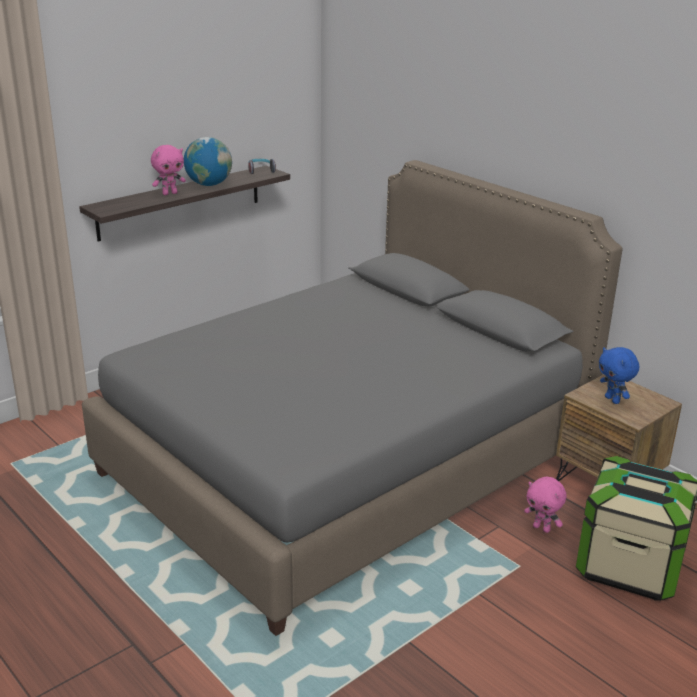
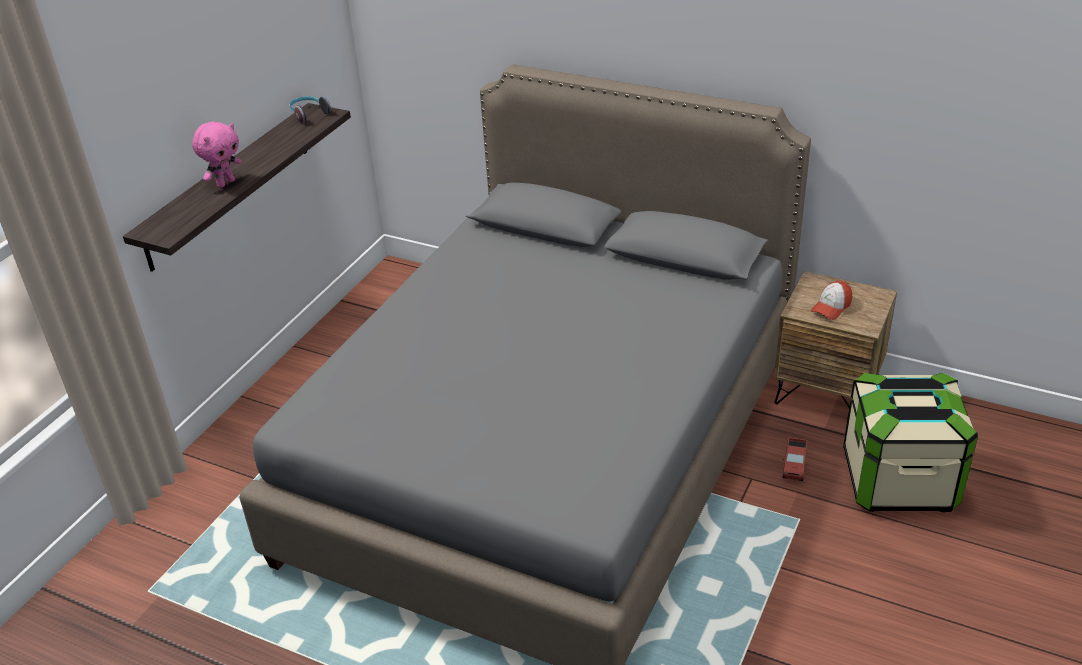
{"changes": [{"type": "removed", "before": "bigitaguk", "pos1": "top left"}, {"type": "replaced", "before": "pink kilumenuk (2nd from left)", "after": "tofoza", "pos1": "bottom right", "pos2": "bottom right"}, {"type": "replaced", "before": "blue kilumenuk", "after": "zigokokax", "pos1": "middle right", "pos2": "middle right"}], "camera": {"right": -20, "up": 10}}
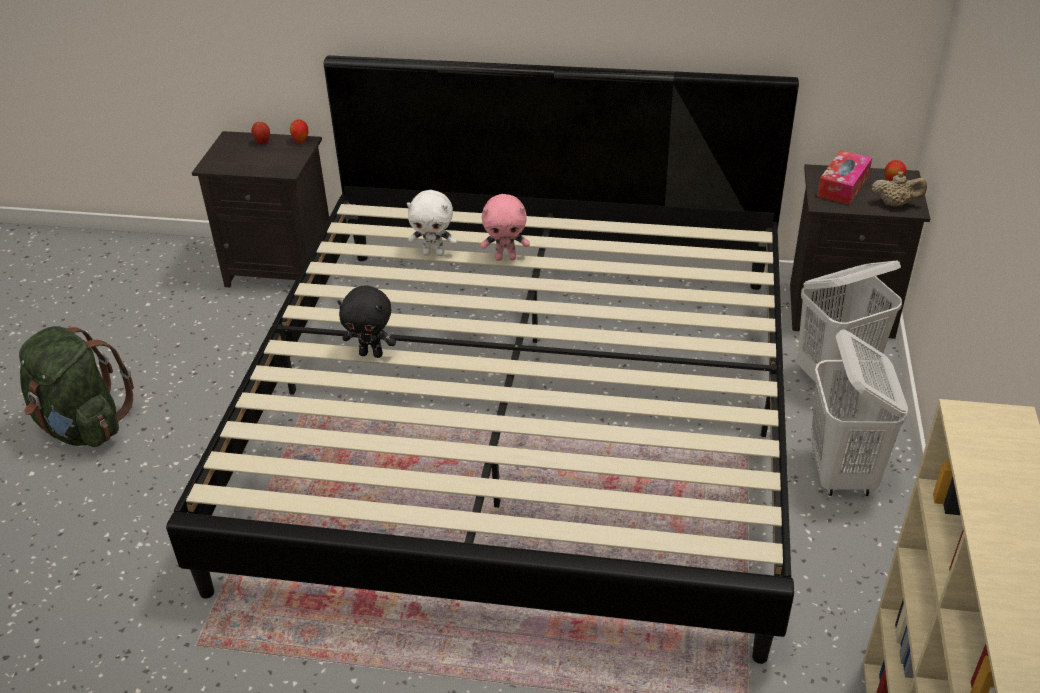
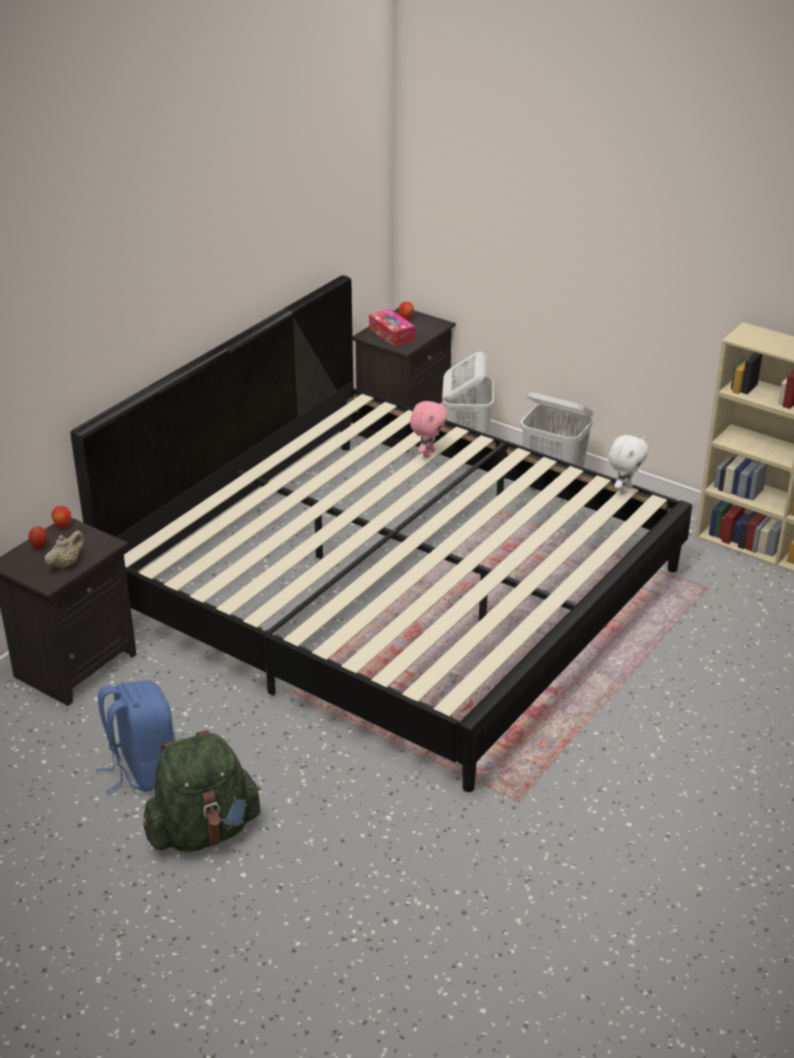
{"changes": [{"type": "removed", "before": "black kilumenuk", "pos1": "centre"}, {"type": "moved", "before": "white kilumenuk", "pos1": "top centre", "pos2": "middle right"}, {"type": "moved", "before": "pink kilumenuk", "pos1": "top centre", "pos2": "centre"}, {"type": "moved", "before": "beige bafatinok", "pos1": "top right", "pos2": "middle left"}, {"type": "added", "after": "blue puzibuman", "pos2": "bottom left"}], "camera": {"right": -65, "up": -5}}
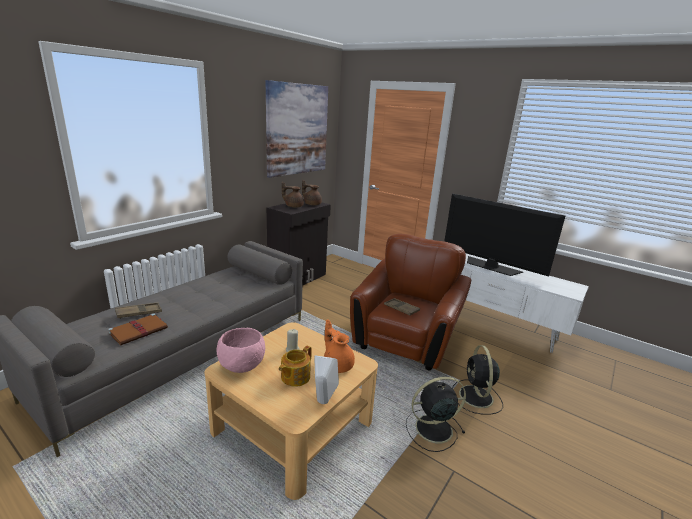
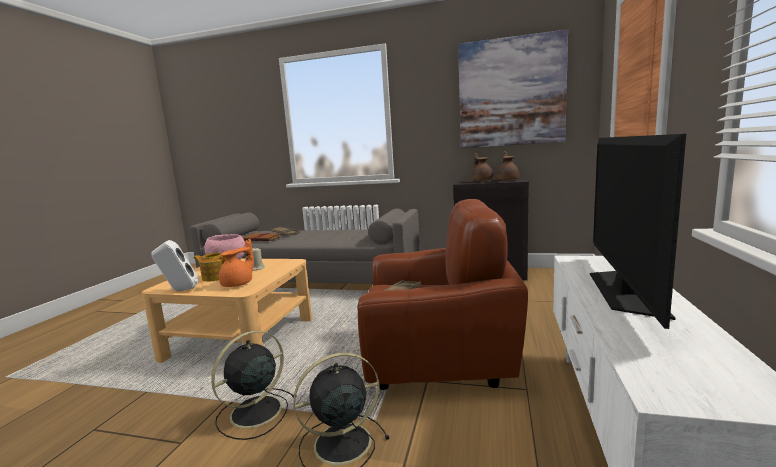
{"changes": [{"type": "turned", "before": "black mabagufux (1st from left)", "pos1": "bottom centre", "pos2": "bottom left", "turn": -105}], "camera": {"right": 70, "up": -10}}
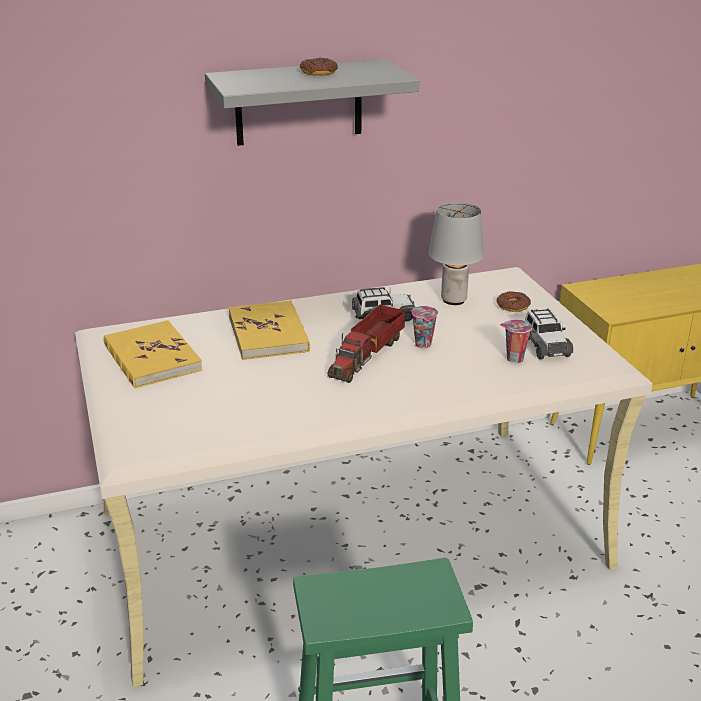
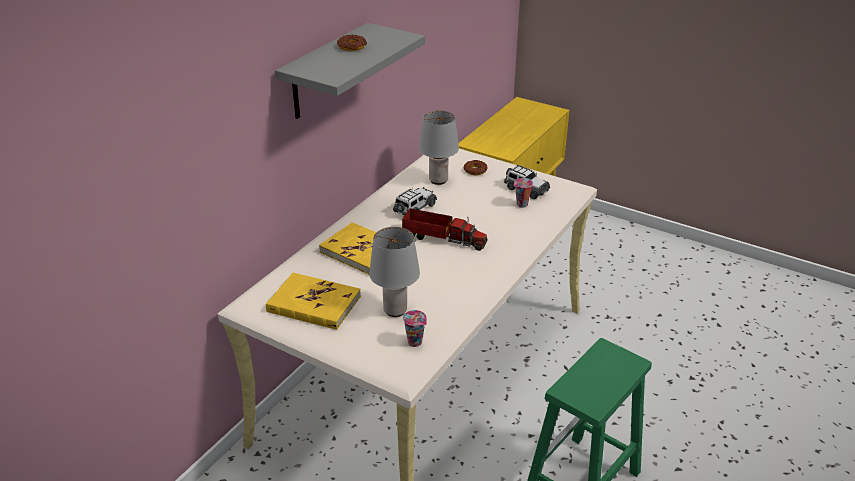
{"changes": [{"type": "turned", "before": "tofoza", "pos1": "centre", "pos2": "centre", "turn": -60}, {"type": "moved", "before": "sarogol (1st from left)", "pos1": "centre", "pos2": "bottom centre"}, {"type": "added", "after": "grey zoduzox (1st from left)", "pos2": "centre"}], "camera": {"right": -40, "up": 5}}
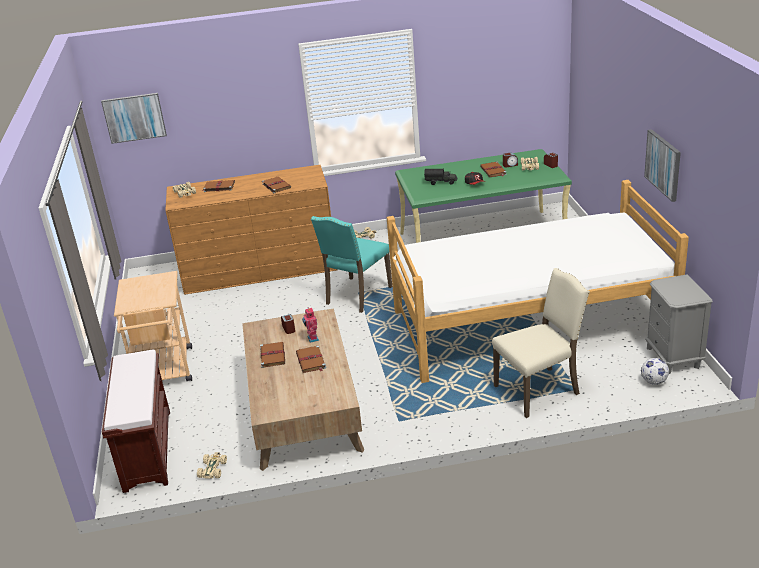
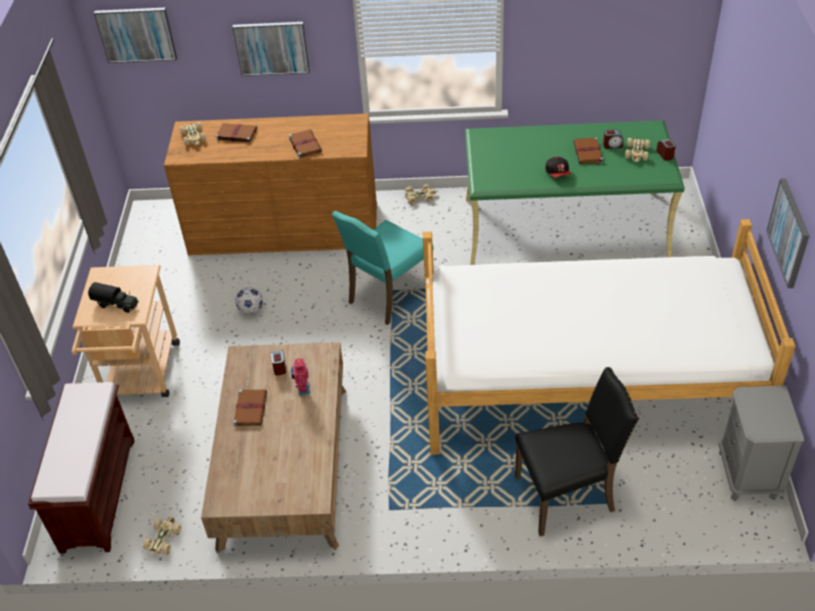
{"changes": [{"type": "removed", "before": "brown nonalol (4th from left)", "pos1": "centre"}, {"type": "moved", "before": "tofoza", "pos1": "top centre", "pos2": "middle left"}, {"type": "recoloured", "before": "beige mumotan", "after": "black mumotan", "pos1": "middle right", "pos2": "bottom right"}, {"type": "moved", "before": "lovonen", "pos1": "middle right", "pos2": "middle left"}, {"type": "added", "after": "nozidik (2nd from left)", "pos2": "top left"}], "camera": {"right": 10, "up": 15}}
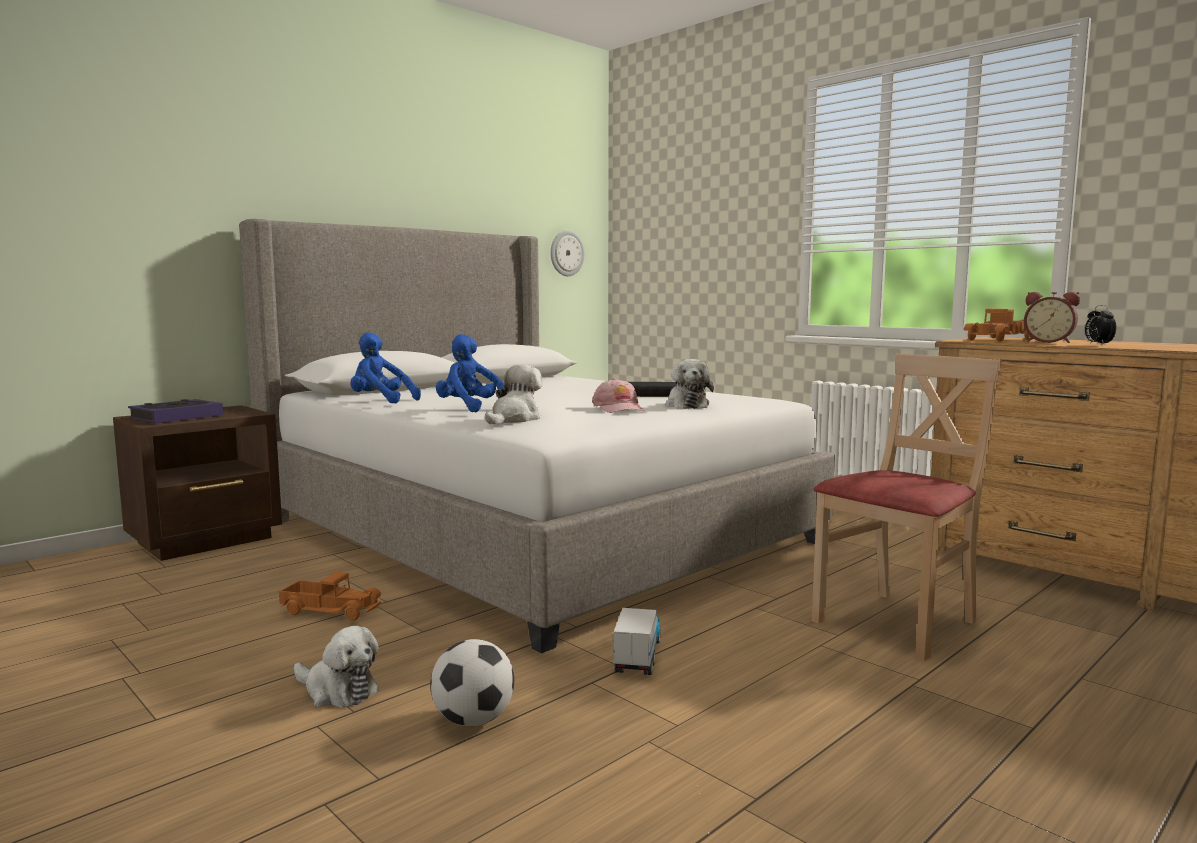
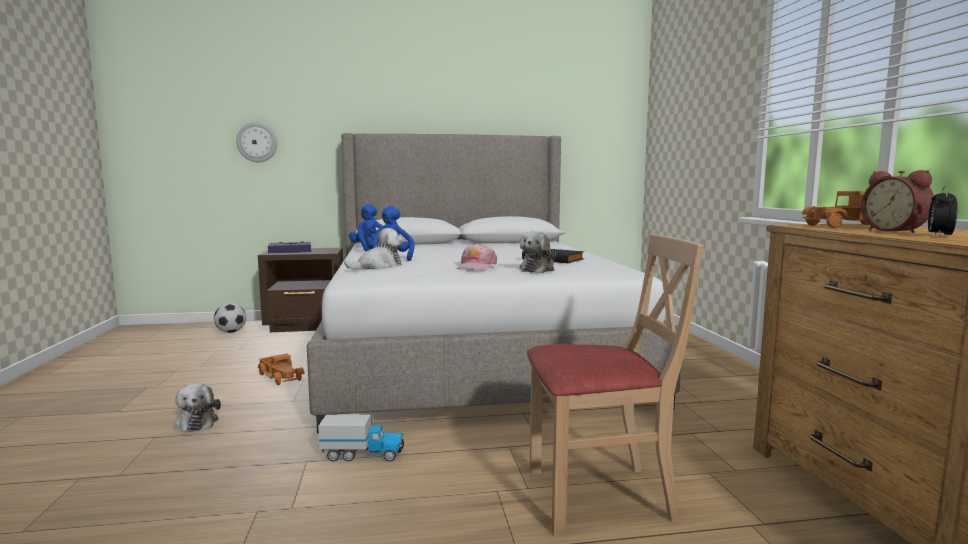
{"changes": [{"type": "moved", "before": "lovonen", "pos1": "bottom centre", "pos2": "middle left"}, {"type": "moved", "before": "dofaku", "pos1": "top centre", "pos2": "top left"}, {"type": "turned", "before": "tofoza (2nd from left)", "pos1": "bottom centre", "pos2": "bottom centre", "turn": 45}], "camera": {"right": 35, "up": 0}}
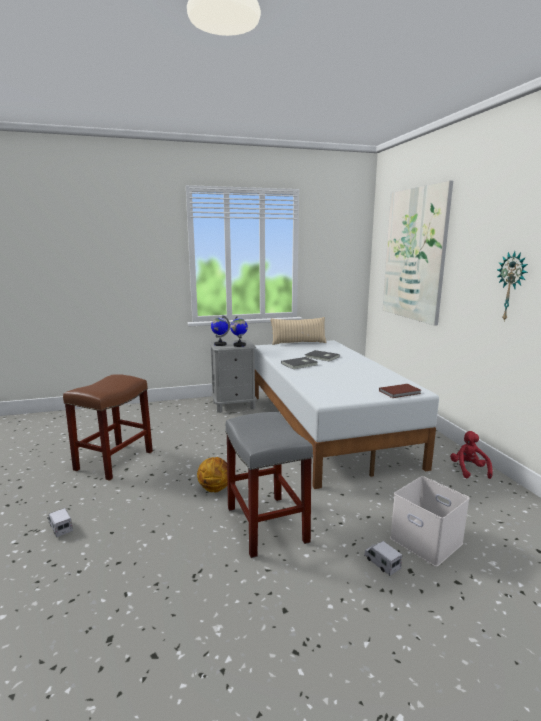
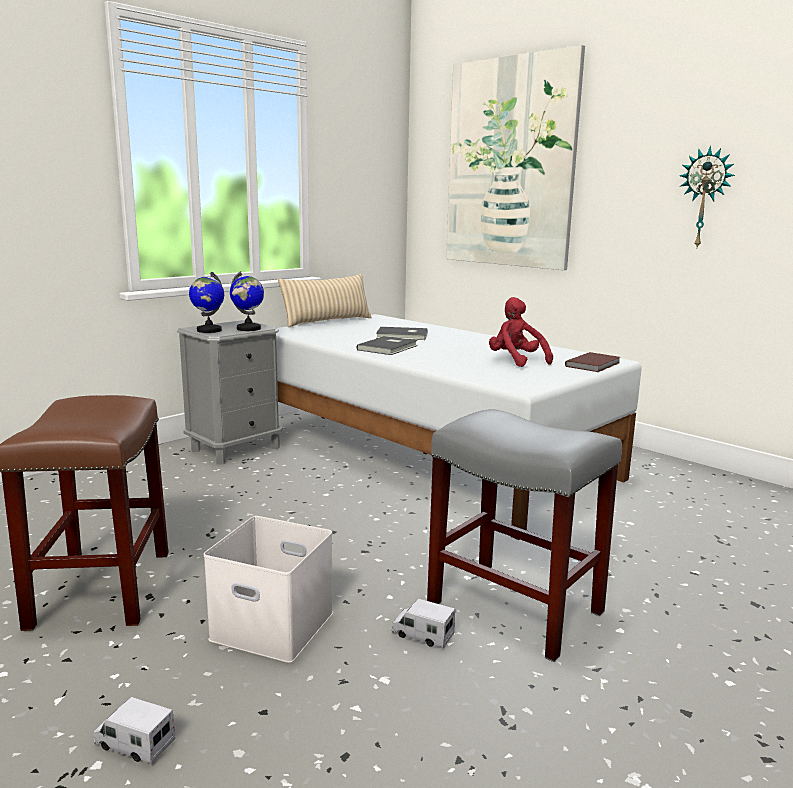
{"changes": [{"type": "removed", "before": "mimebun", "pos1": "centre"}, {"type": "moved", "before": "tofoza (2nd from left)", "pos1": "bottom right", "pos2": "bottom centre"}, {"type": "moved", "before": "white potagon", "pos1": "bottom right", "pos2": "bottom centre"}, {"type": "moved", "before": "red kilumenuk", "pos1": "middle right", "pos2": "centre"}], "camera": {"right": -30, "up": 0}}
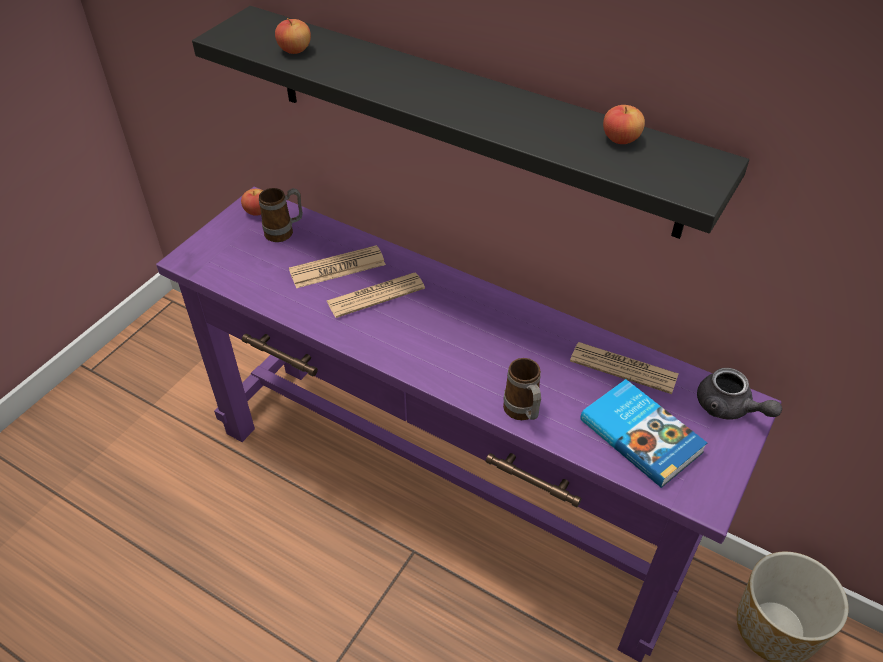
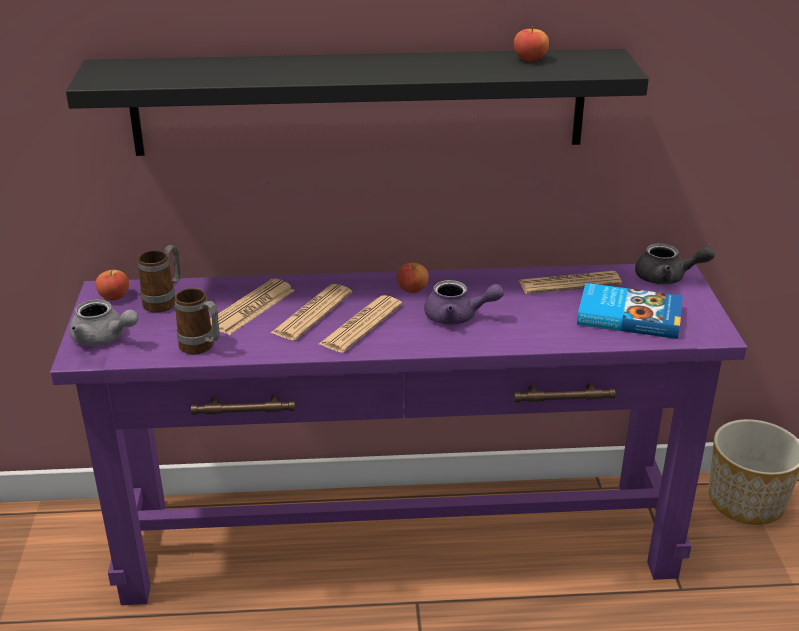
{"changes": [{"type": "moved", "before": "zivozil (2nd from left)", "pos1": "top left", "pos2": "centre"}, {"type": "moved", "before": "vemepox (2nd from left)", "pos1": "centre", "pos2": "middle left"}, {"type": "added", "after": "grey bafatinok (1st from left)", "pos2": "middle left"}, {"type": "added", "after": "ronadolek (3rd from left)", "pos2": "centre"}, {"type": "added", "after": "purple bafatinok", "pos2": "centre"}], "camera": {"right": -35, "up": -15}}
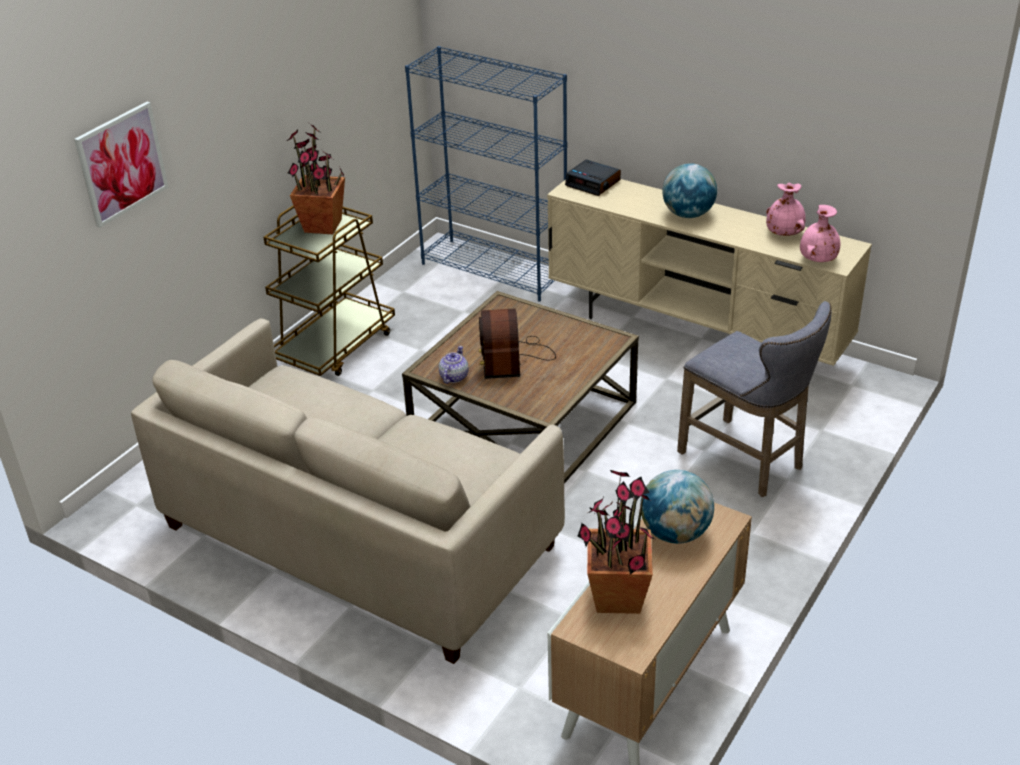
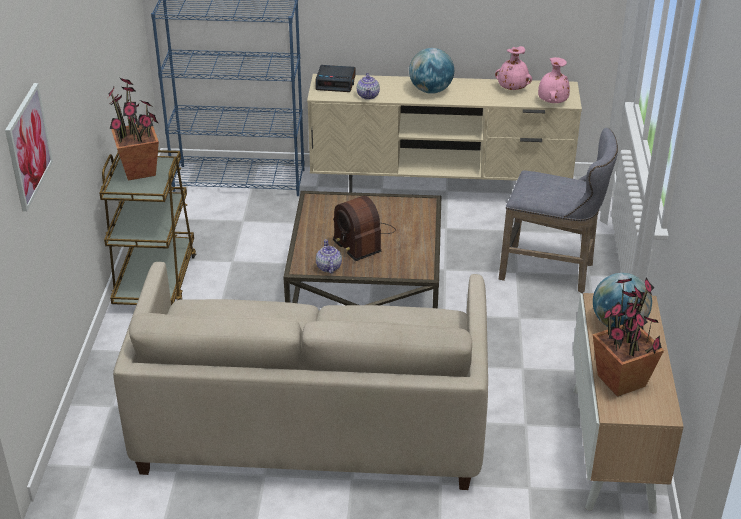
{"changes": [{"type": "added", "after": "bafatinok (2nd from left)", "pos2": "top centre"}], "camera": {"right": -30, "up": 0}}
